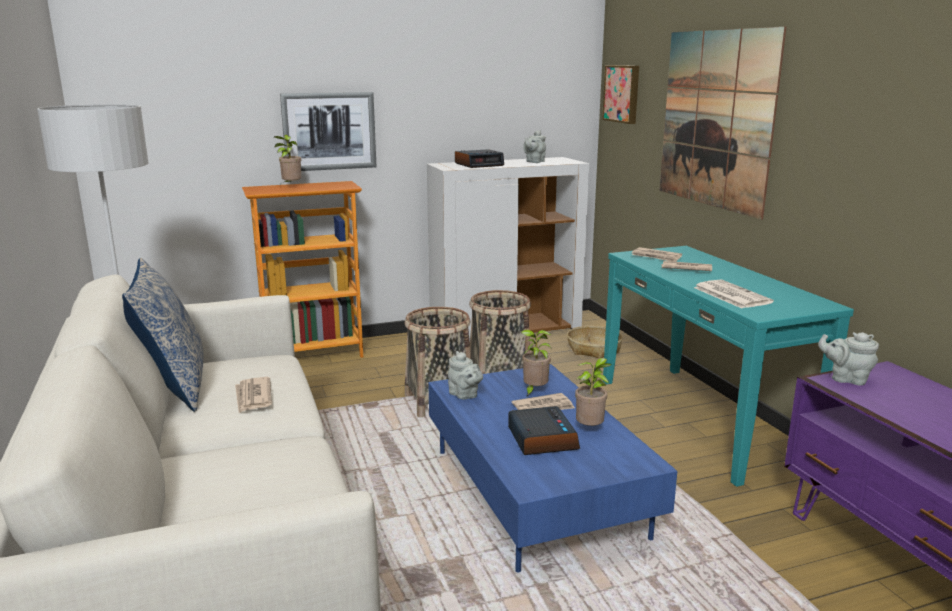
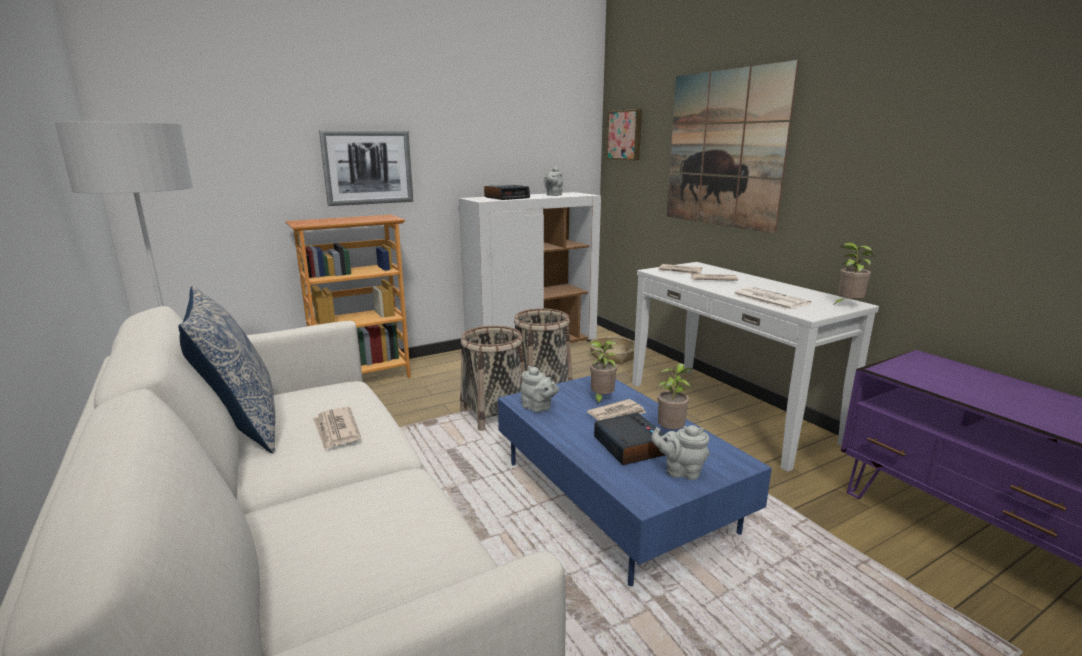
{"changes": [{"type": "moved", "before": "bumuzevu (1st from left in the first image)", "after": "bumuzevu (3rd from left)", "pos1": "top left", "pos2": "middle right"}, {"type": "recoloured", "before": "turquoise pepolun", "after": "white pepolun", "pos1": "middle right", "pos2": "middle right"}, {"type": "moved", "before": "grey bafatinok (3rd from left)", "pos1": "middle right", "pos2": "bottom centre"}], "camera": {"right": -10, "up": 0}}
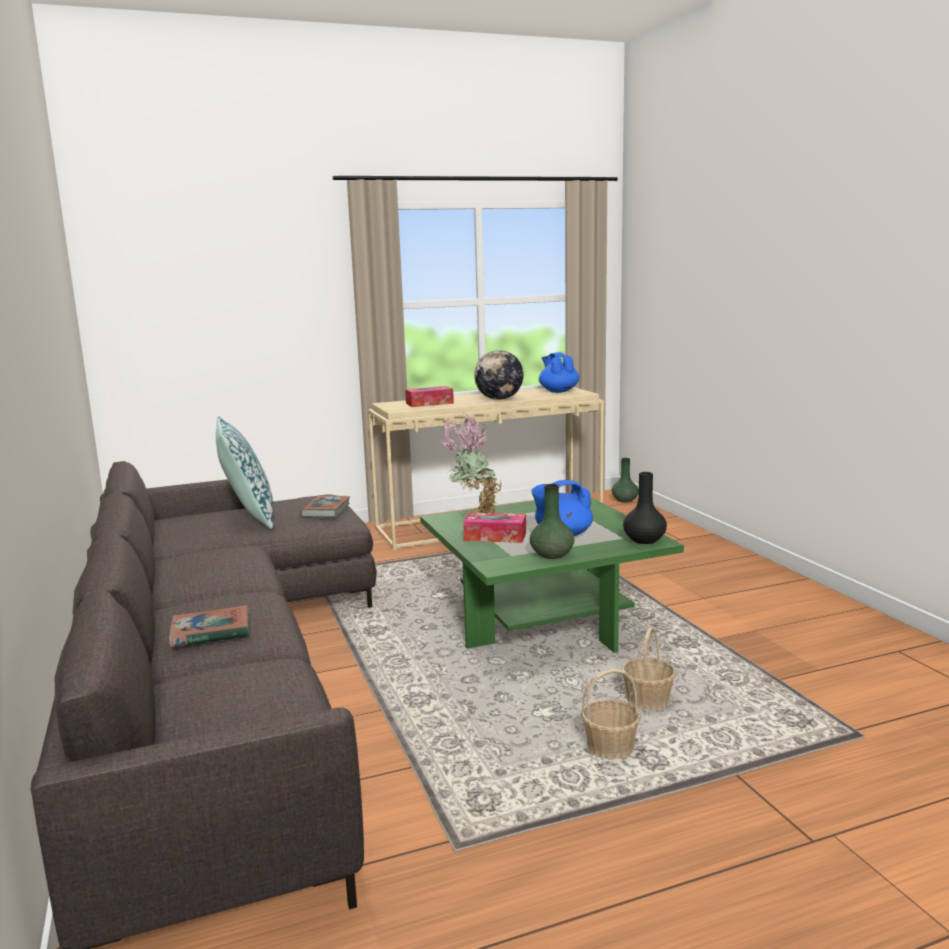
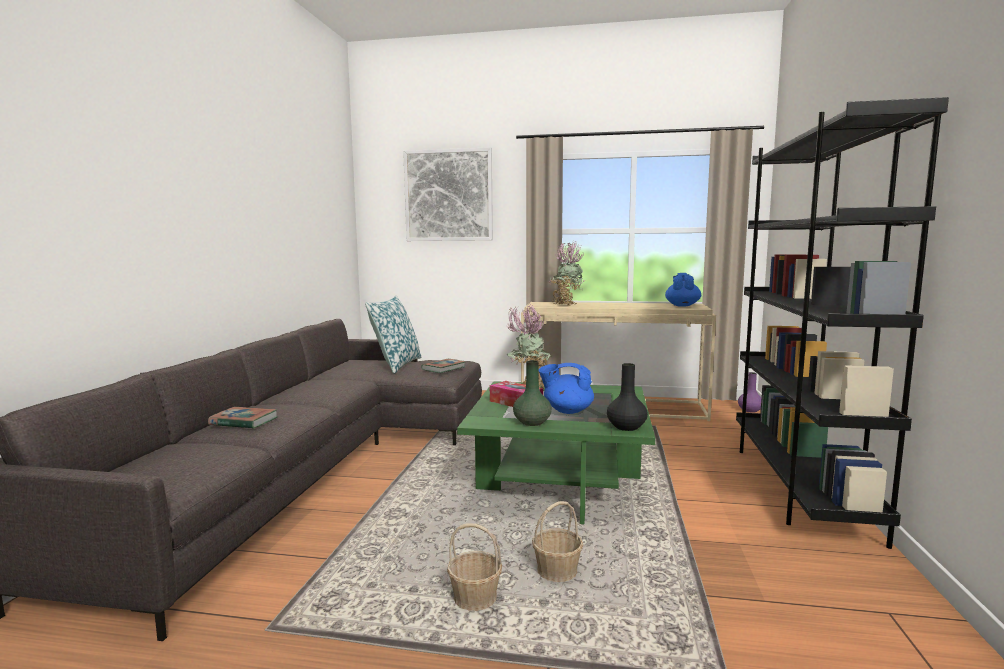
{"changes": [{"type": "replaced", "before": "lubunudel (1st from left)", "after": "bumuzevu (2nd from left)", "pos1": "centre", "pos2": "centre"}, {"type": "removed", "before": "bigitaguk", "pos1": "centre"}, {"type": "recoloured", "before": "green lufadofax (2nd from left)", "after": "purple lufadofax", "pos1": "centre", "pos2": "middle right"}, {"type": "added", "after": "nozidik", "pos2": "top centre"}, {"type": "added", "after": "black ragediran", "pos2": "middle right"}], "camera": {"right": 30, "up": -5}}
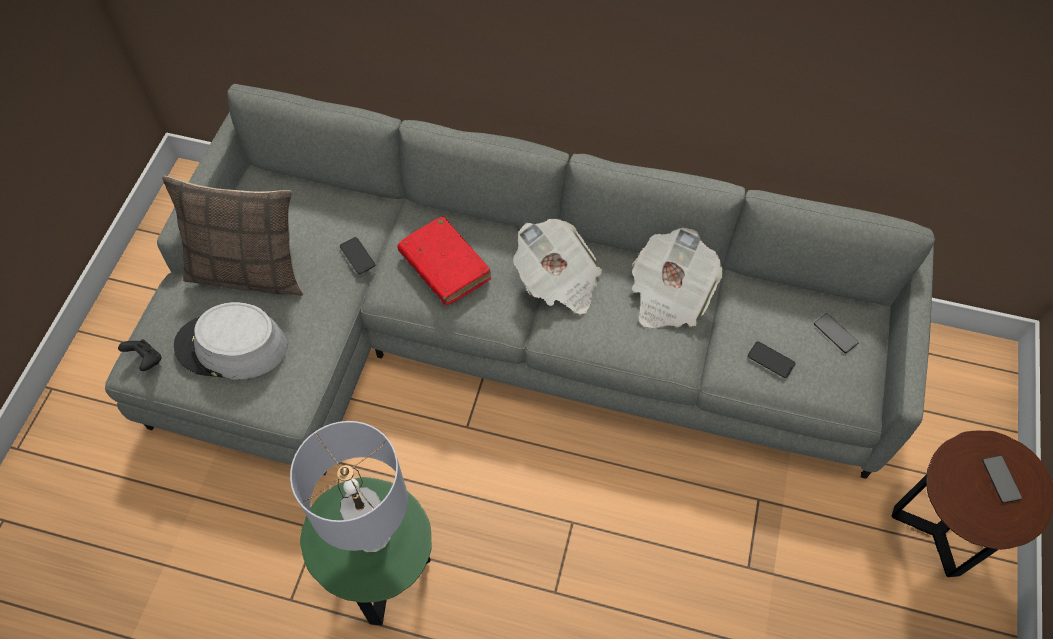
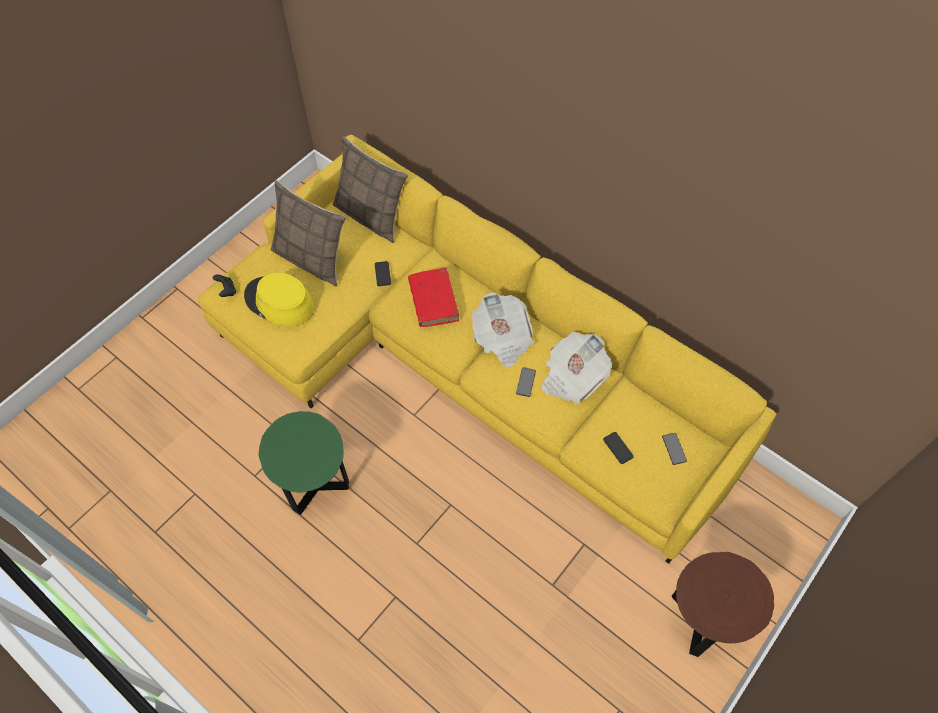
{"changes": [{"type": "recoloured", "before": "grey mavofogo", "after": "yellow mavofogo", "pos1": "centre", "pos2": "centre"}, {"type": "recoloured", "before": "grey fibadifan", "after": "yellow fibadifan", "pos1": "middle left", "pos2": "middle left"}, {"type": "removed", "before": "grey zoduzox", "pos1": "bottom left"}, {"type": "moved", "before": "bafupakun (4th from left in the first image)", "after": "bafupakun (2nd from left)", "pos1": "bottom right", "pos2": "centre"}, {"type": "added", "after": "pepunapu (2nd from left)", "pos2": "top centre"}], "camera": {"right": 25, "up": 0}}
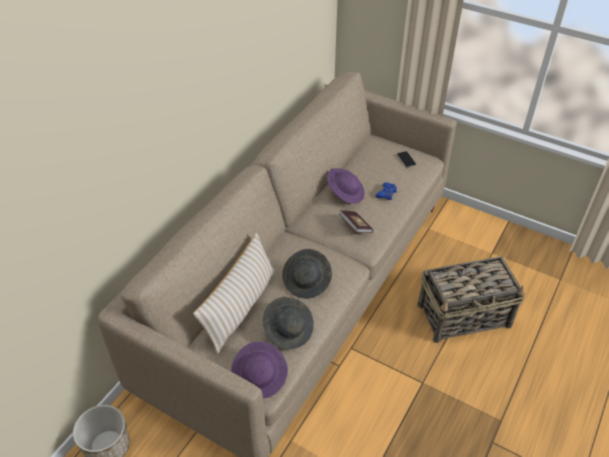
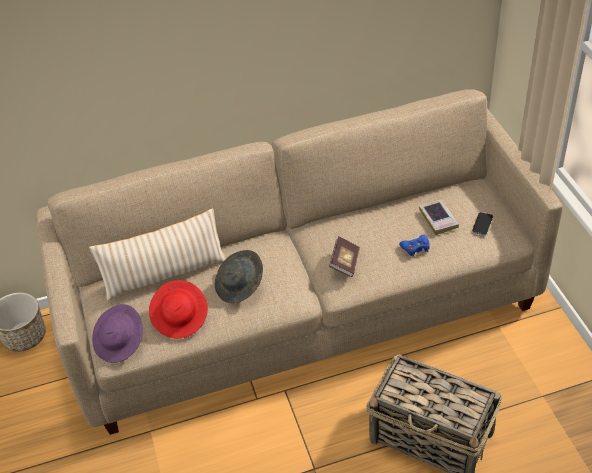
{"changes": [{"type": "recoloured", "before": "grey fibadifan (1st from left)", "after": "red fibadifan", "pos1": "bottom centre", "pos2": "middle left"}, {"type": "removed", "before": "purple fibadifan (2nd from left)", "pos1": "centre"}, {"type": "added", "after": "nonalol (2nd from left)", "pos2": "middle right"}], "camera": {"right": 45, "up": 0}}
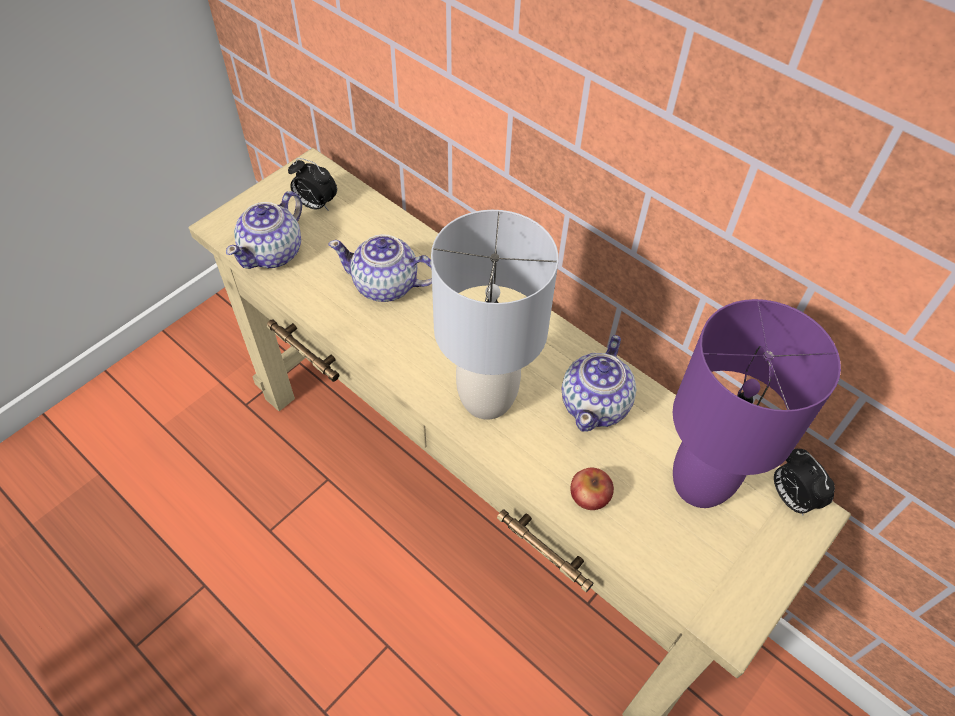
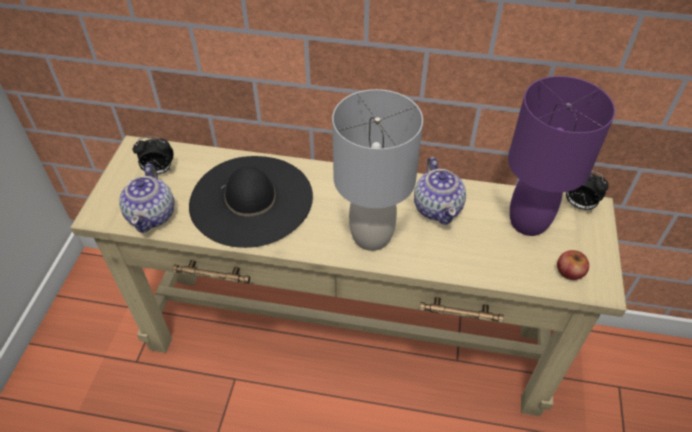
{"changes": [{"type": "replaced", "before": "bafatinok (2nd from left)", "after": "black fibadifan", "pos1": "centre", "pos2": "centre"}, {"type": "moved", "before": "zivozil", "pos1": "bottom centre", "pos2": "middle right"}], "camera": {"right": -30, "up": -5}}
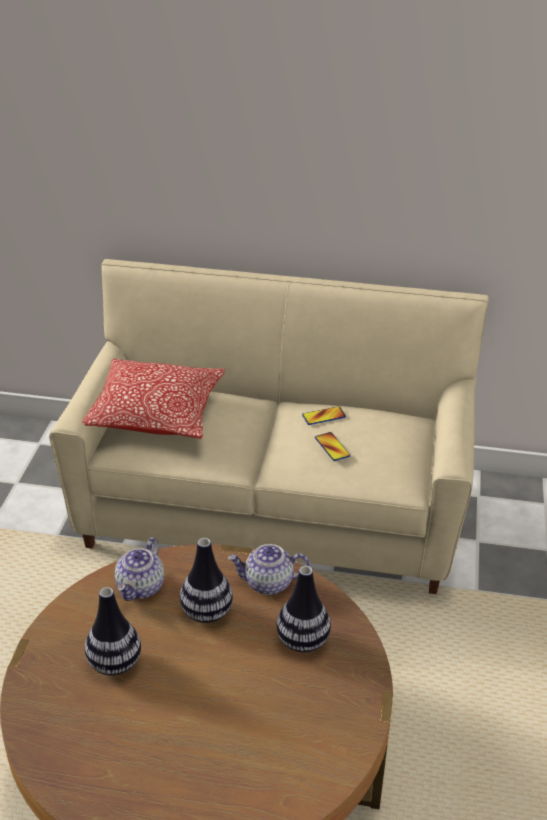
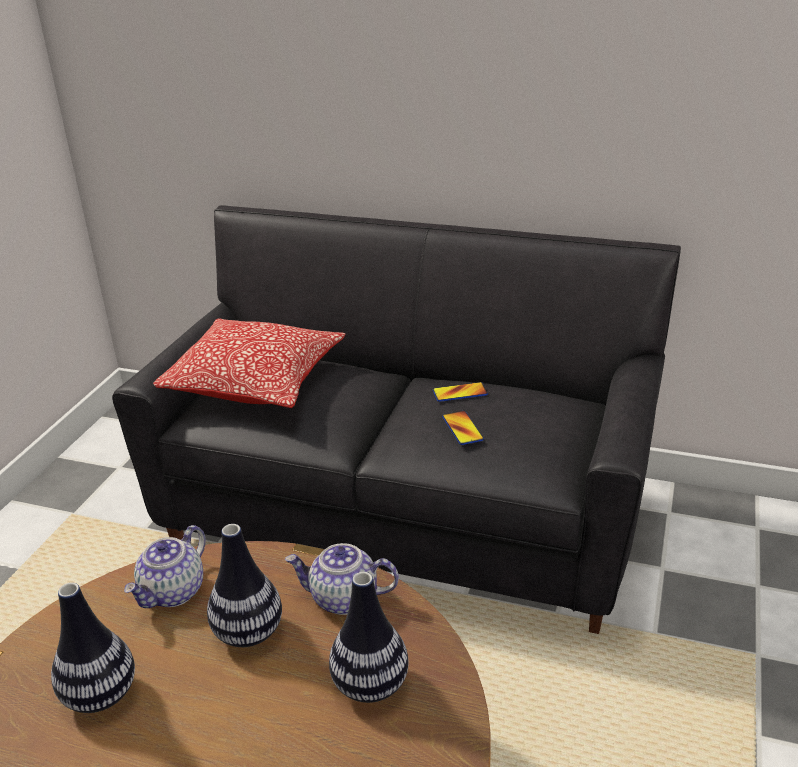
{"changes": [{"type": "recoloured", "before": "beige mavofogo", "after": "black mavofogo", "pos1": "centre", "pos2": "centre"}], "camera": {"right": 10, "up": -5}}
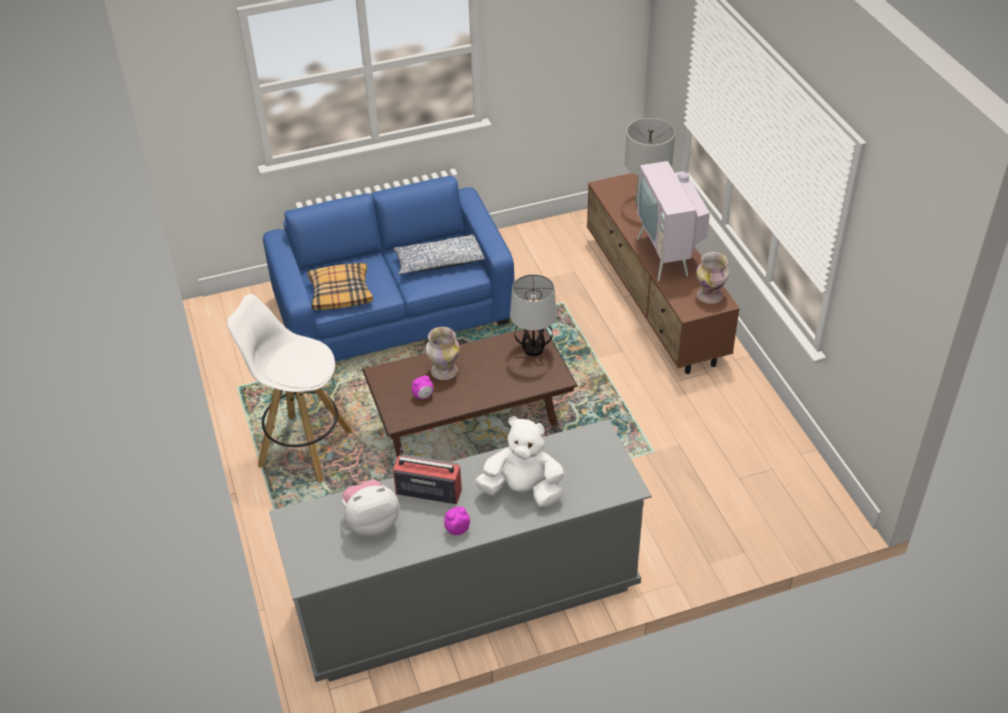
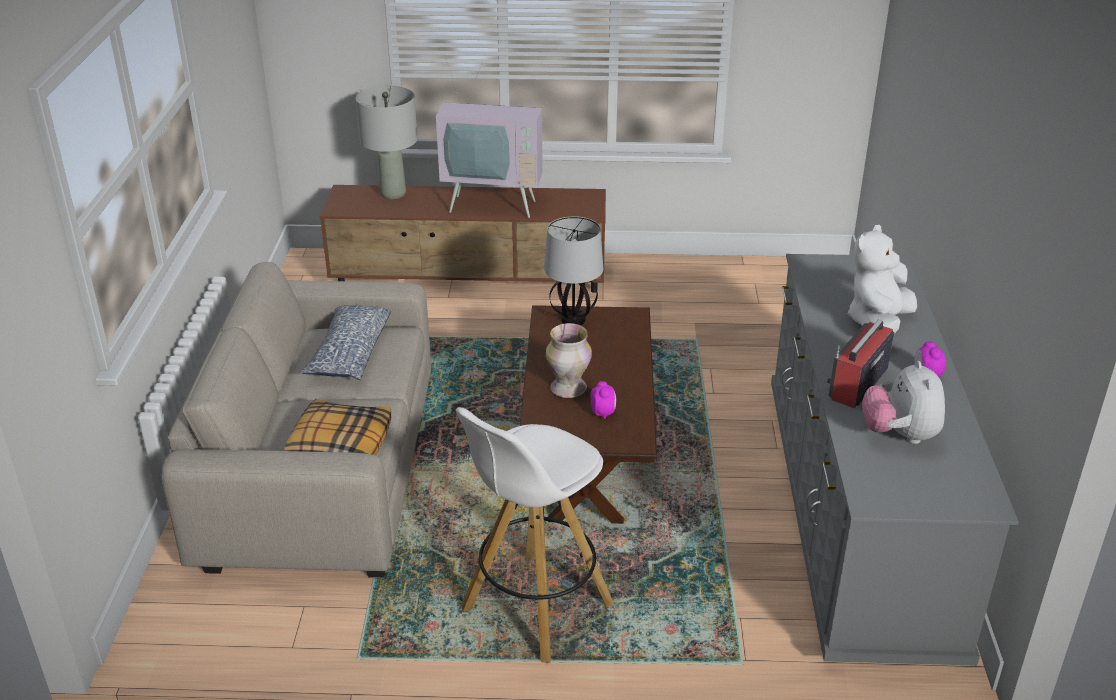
{"changes": [{"type": "recoloured", "before": "blue mavofogo", "after": "beige mavofogo", "pos1": "centre", "pos2": "middle left"}, {"type": "removed", "before": "lufadofax (2nd from left)", "pos1": "middle right"}], "camera": {"right": -70, "up": -10}}
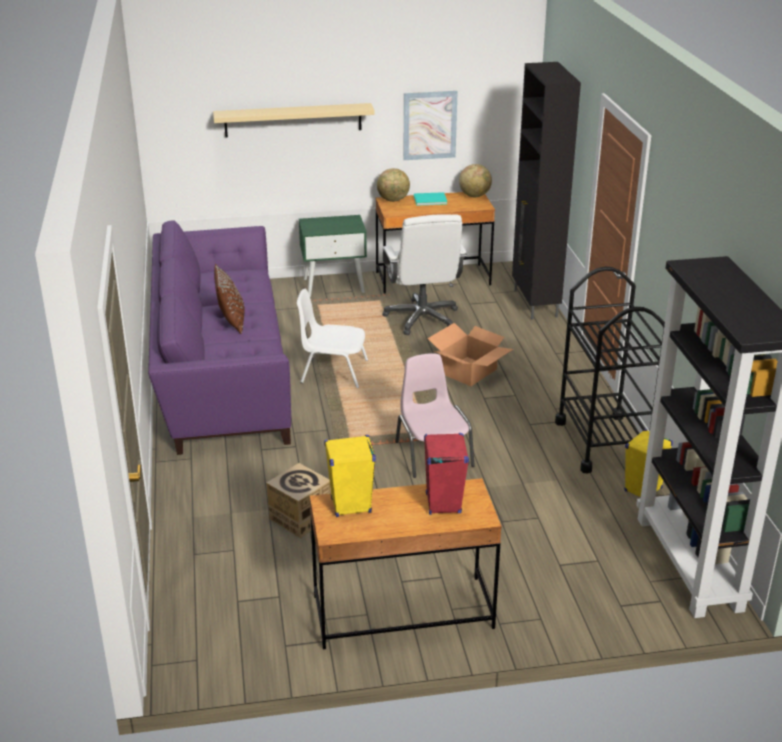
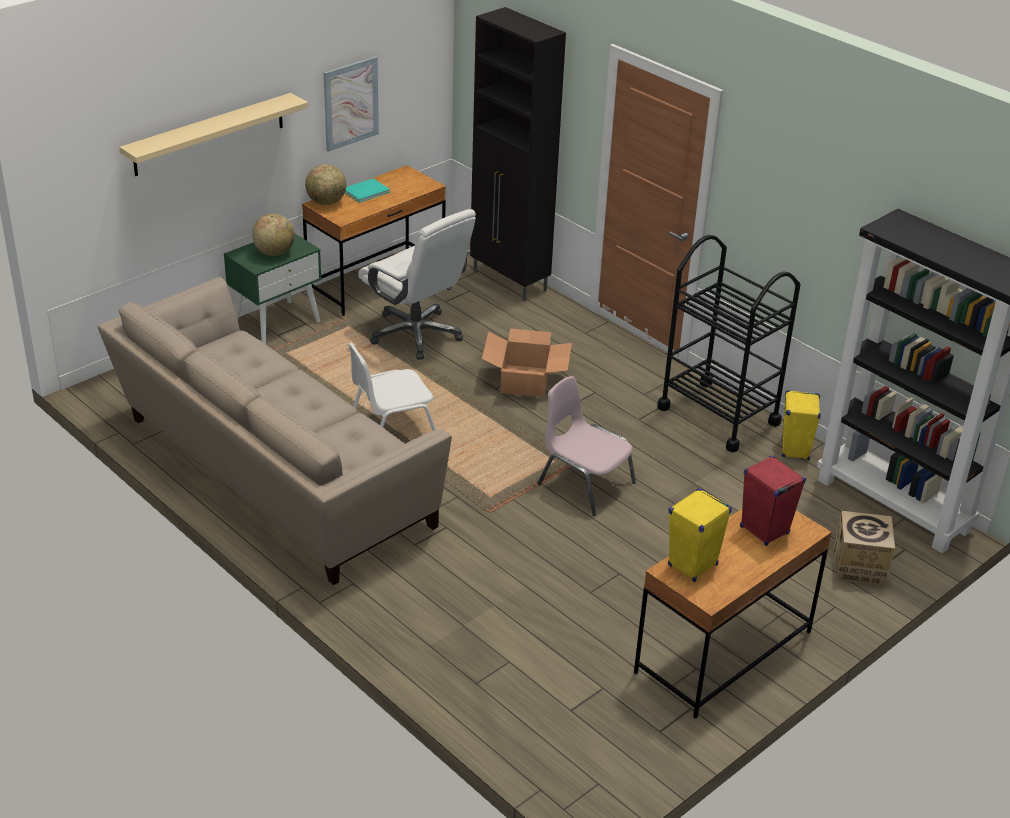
{"changes": [{"type": "recoloured", "before": "purple mavofogo", "after": "beige mavofogo", "pos1": "middle left", "pos2": "middle left"}, {"type": "removed", "before": "brown pepunapu", "pos1": "middle left"}, {"type": "moved", "before": "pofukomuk (1st from left in the first image)", "after": "pofukomuk (2nd from left)", "pos1": "bottom centre", "pos2": "bottom right"}, {"type": "moved", "before": "bigitaguk (2nd from left in the first image)", "after": "bigitaguk (1st from left)", "pos1": "top centre", "pos2": "top left"}], "camera": {"right": -35, "up": 5}}
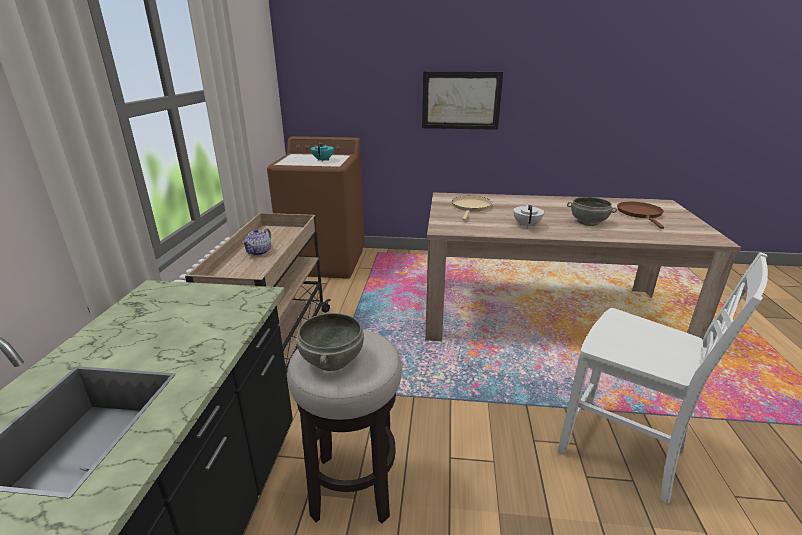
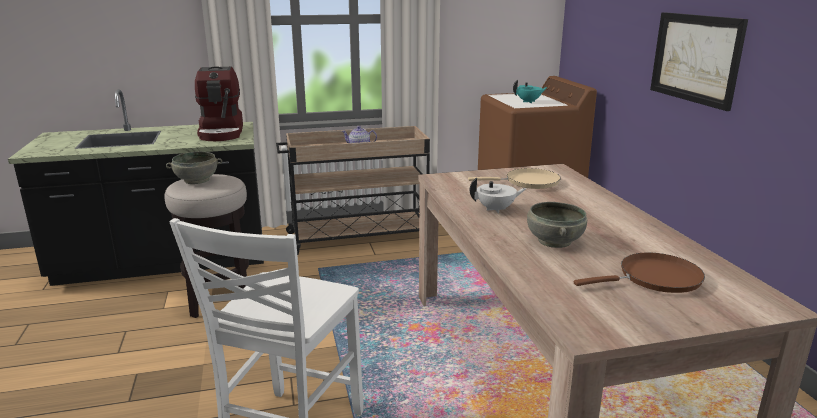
{"changes": [{"type": "added", "after": "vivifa", "pos2": "top left"}], "camera": {"right": 70, "up": -5}}
